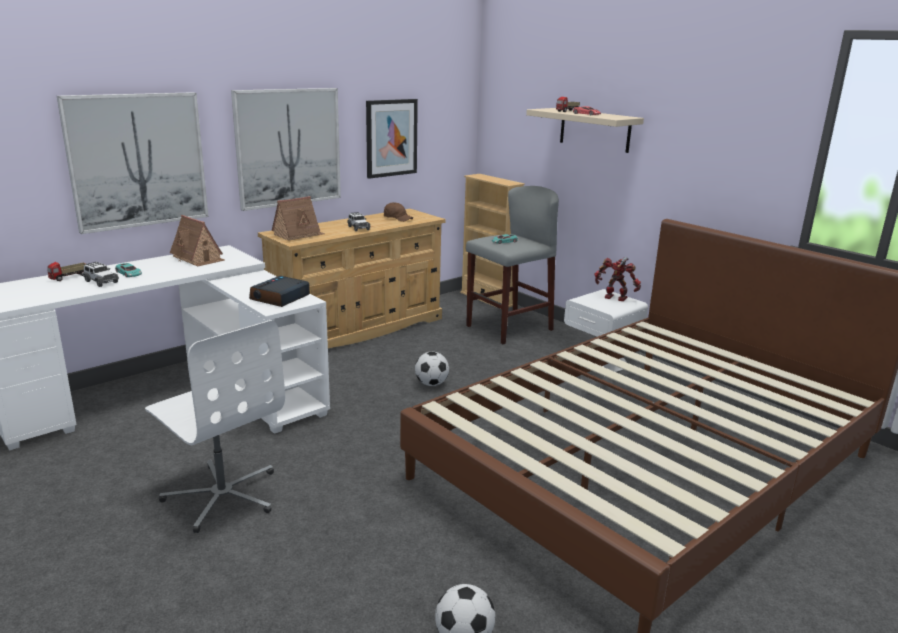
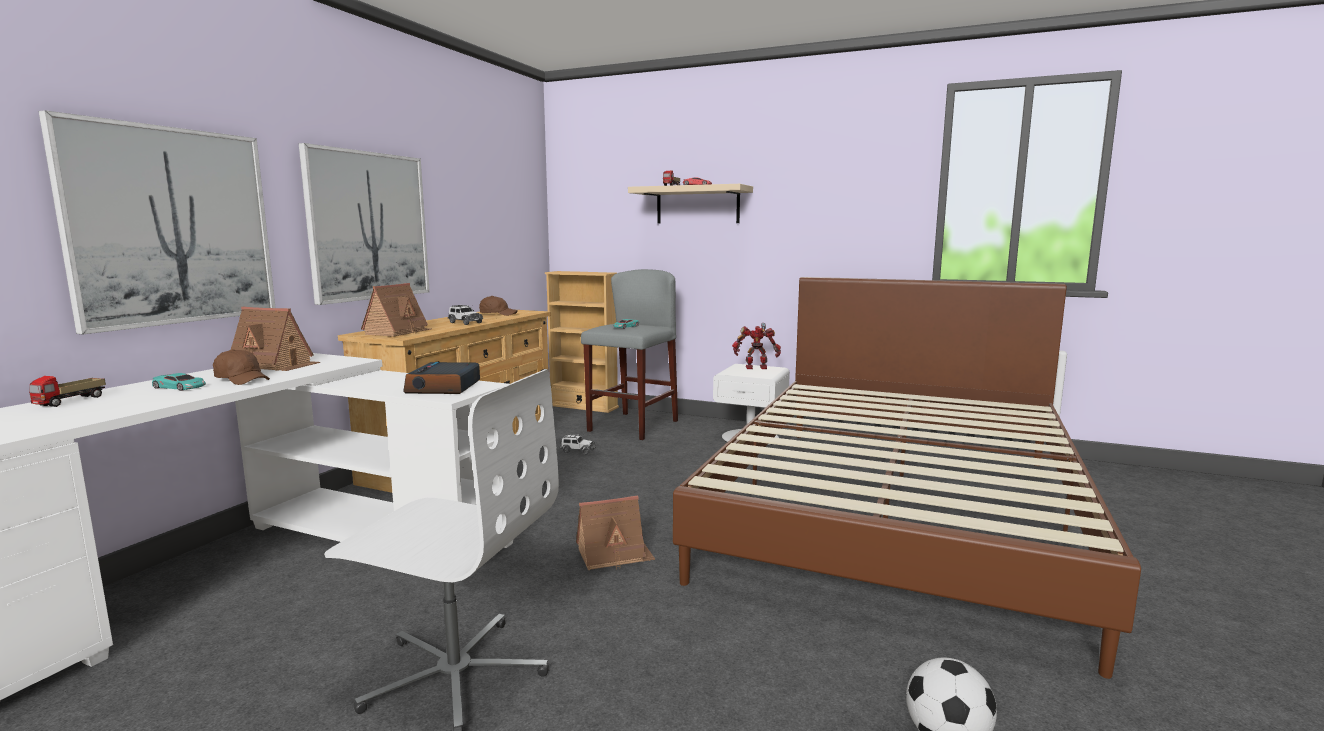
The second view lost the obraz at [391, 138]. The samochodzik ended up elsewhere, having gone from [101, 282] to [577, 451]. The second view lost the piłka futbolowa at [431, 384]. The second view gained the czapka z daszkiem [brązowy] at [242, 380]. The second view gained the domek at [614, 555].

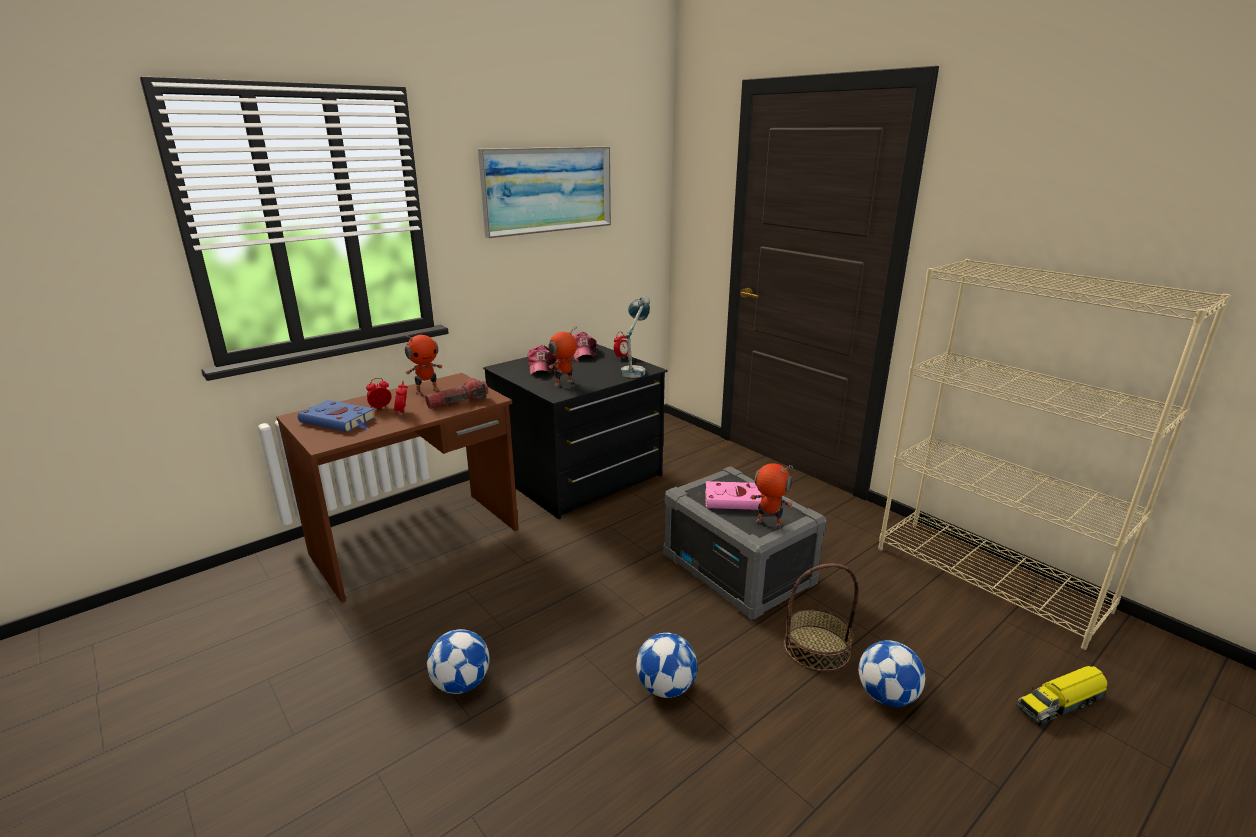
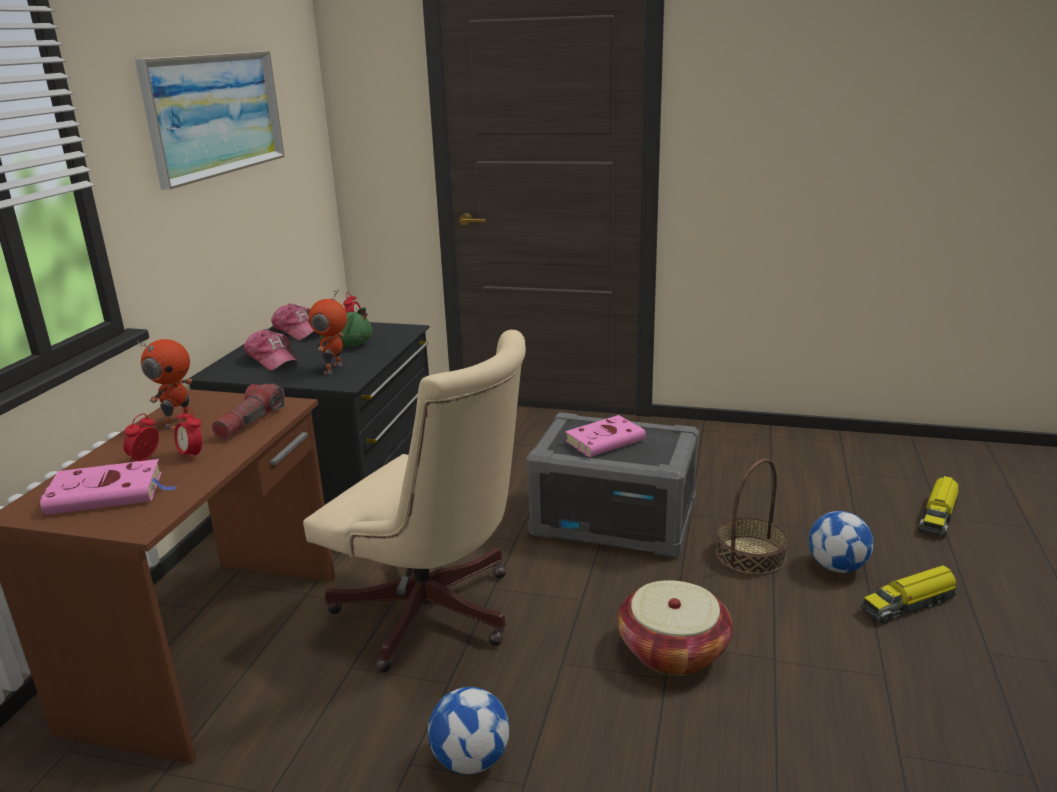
The second view lost the regał [beżowy] at [989, 579]. The second view lost the lampa stołowa at [635, 370]. What was the książka [niebieski] at [339, 421] turned into the książka [różowy] at [109, 493]. The second view lost the robot zabawkowy at [768, 524]. Where the piłka futbolowa stood at [666, 687], the koszyk came to stand at [673, 650]. The second view gained the pluszak [zielony] at [351, 344]. The second view gained the krzesło biurowe [beżowy] at [435, 616]. The second view gained the ciężarówka zabawkowa at [908, 604].

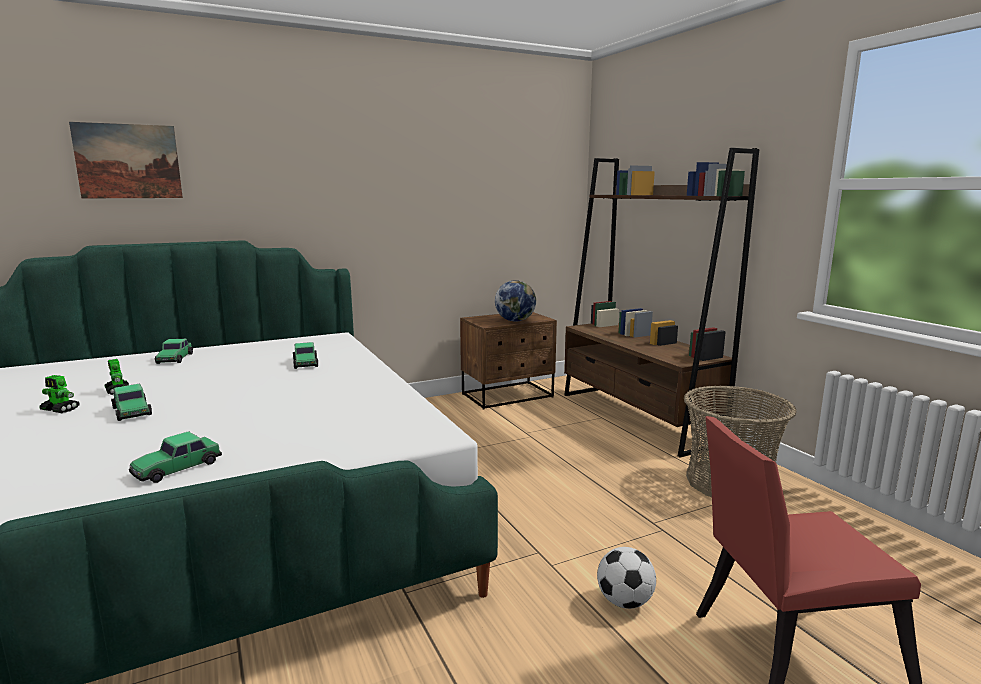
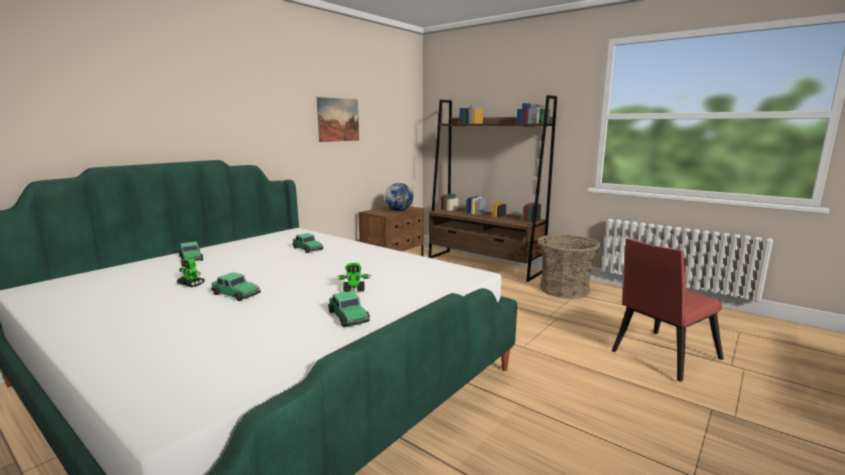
The obraz ended up elsewhere, having gone from [128, 161] to [338, 120]. The robot zabawkowy ended up elsewhere, having gone from [60, 410] to [354, 290]. The samochodzik at [177, 468] ended up facing another way, 45 degrees counterclockwise from before. The second view lost the piłka futbolowa at [625, 602].

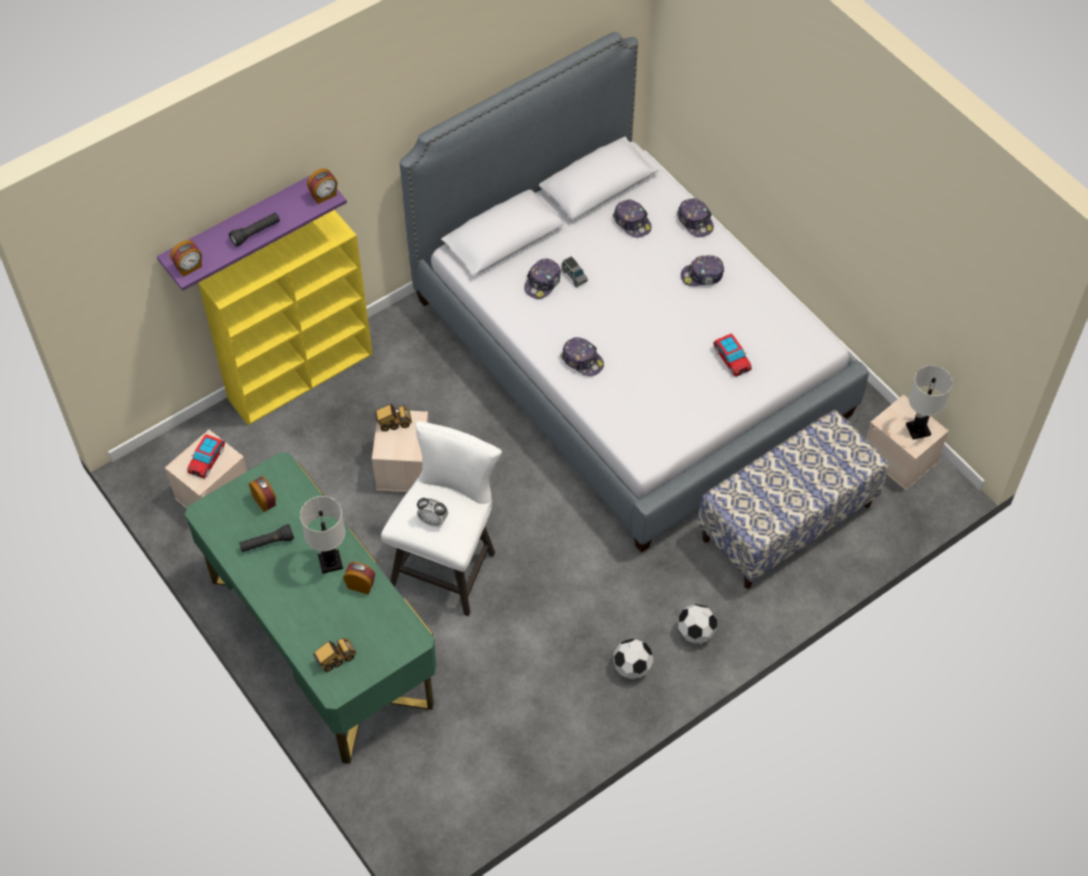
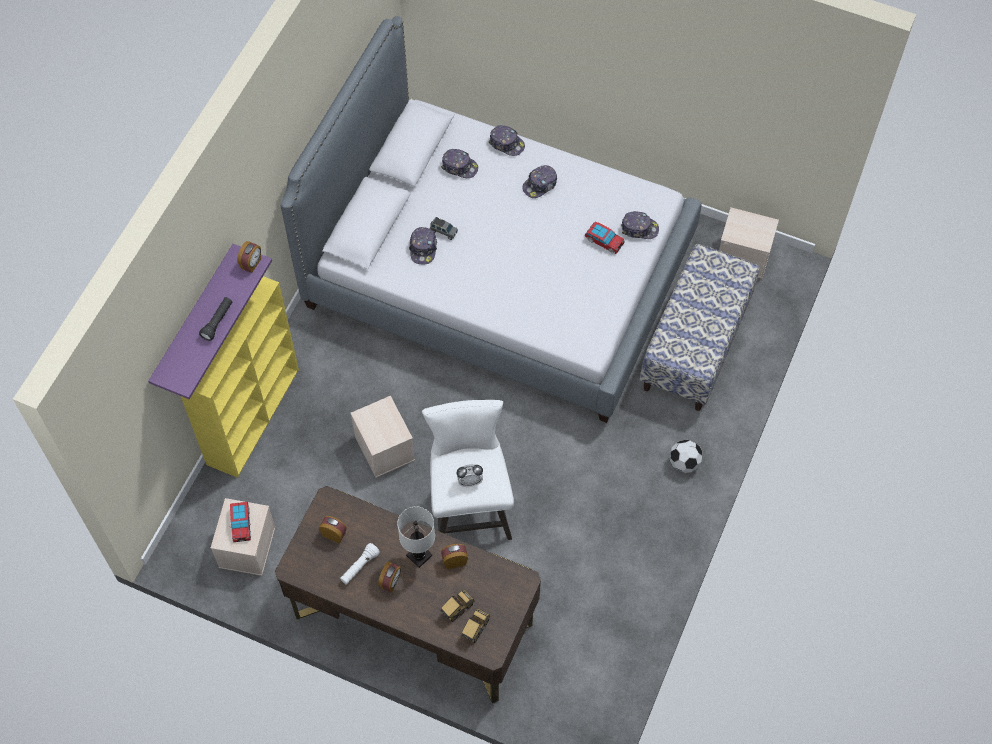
The budzik ended up elsewhere, having gone from [189, 267] to [390, 582]. The czapka z daszkiem ended up elsewhere, having gone from [582, 360] to [639, 228]. The second view lost the lampa stołowa [biały] at [918, 430]. The ciężarówka zabawkowa ended up elsewhere, having gone from [393, 423] to [457, 609]. What was the biurko [zielony] at [321, 641] turned into the biurko [brązowy] at [413, 619]. What was the latarka [czarny] at [267, 543] turned into the latarka [biały] at [359, 567]. The second view lost the piłka futbolowa at [632, 667].

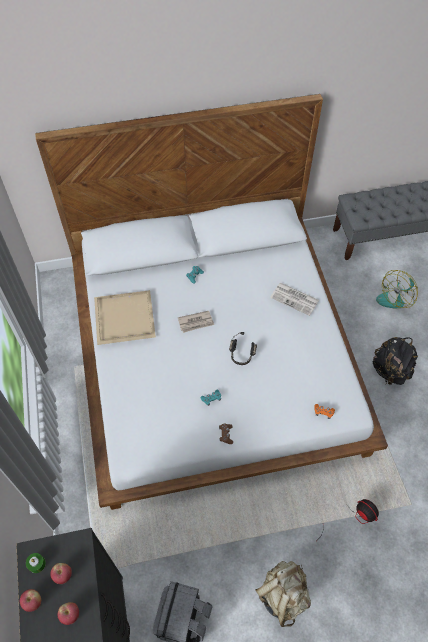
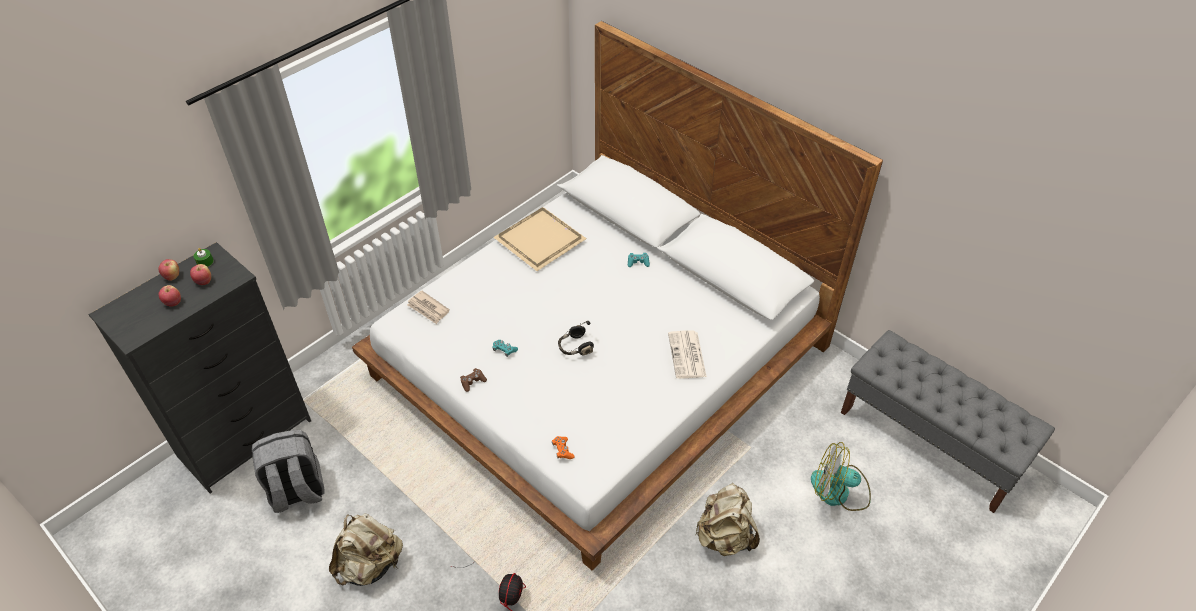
The gazeta ended up elsewhere, having gone from [196, 322] to [428, 309]. What was the plecak [czarny] at [390, 370] turned into the plecak [beżowy] at [724, 536].

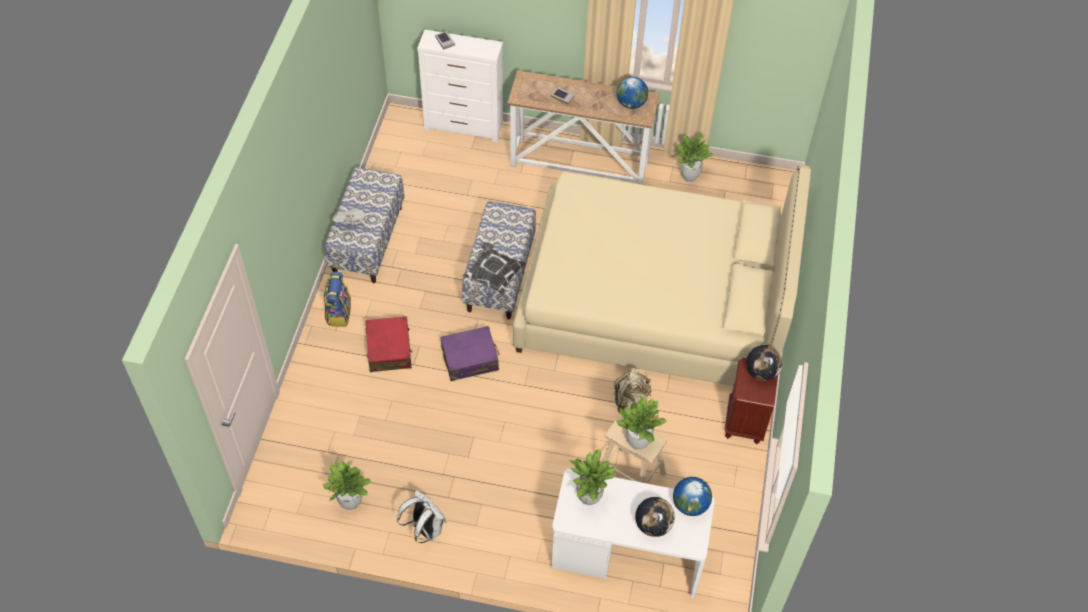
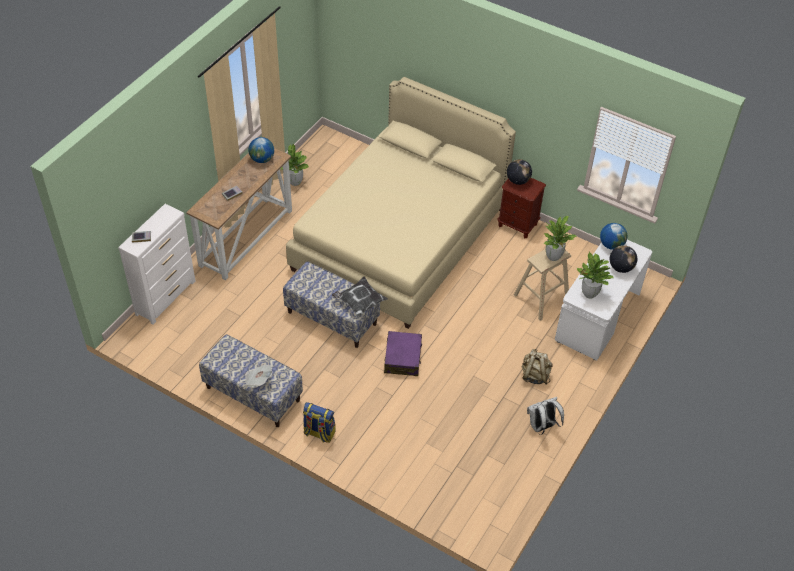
The second view lost the walizka [czerwony] at [389, 349]. The plecak [beżowy] ended up elsewhere, having gone from [630, 401] to [535, 375]. The second view lost the roślina doniczkowa at [350, 502].

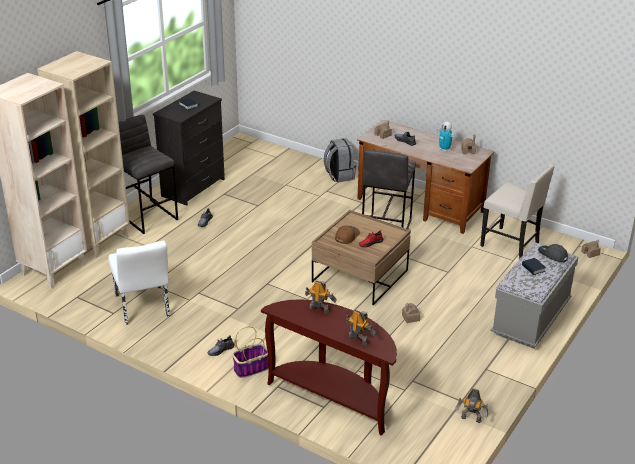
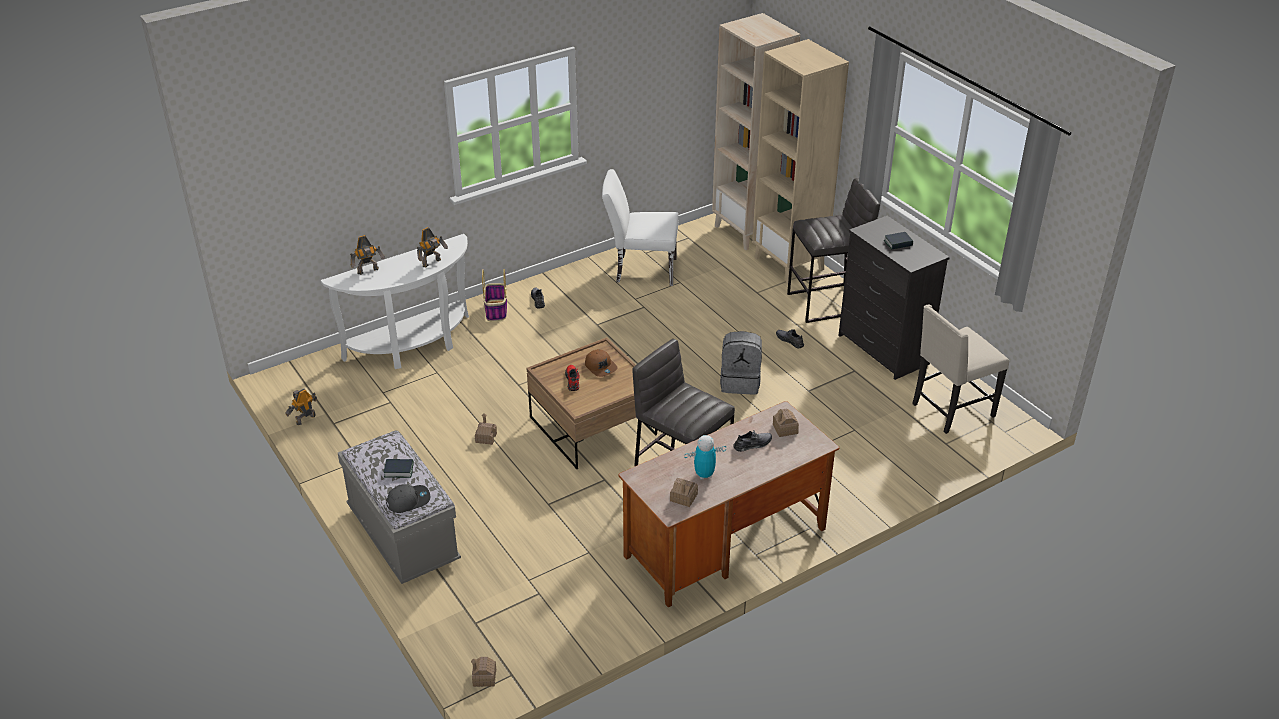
The plecak [szary] ended up elsewhere, having gone from [339, 175] to [740, 382]. The krzesło [beżowy] ended up elsewhere, having gone from [511, 244] to [951, 410]. What was the stolik konsolowy [brązowy] at [333, 398] turned into the stolik konsolowy [biały] at [413, 346].

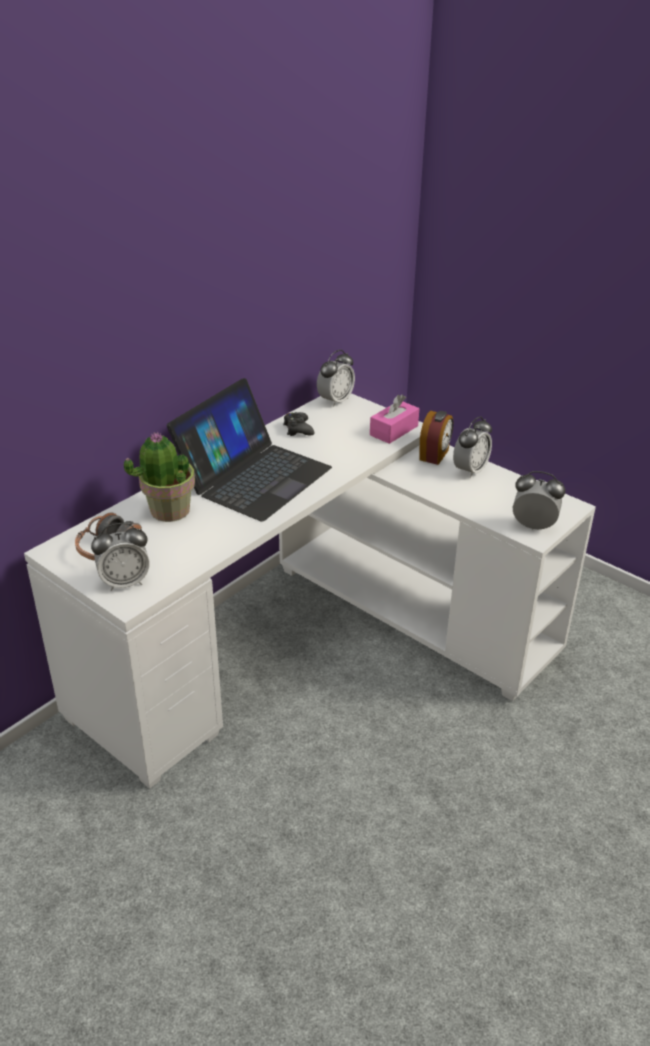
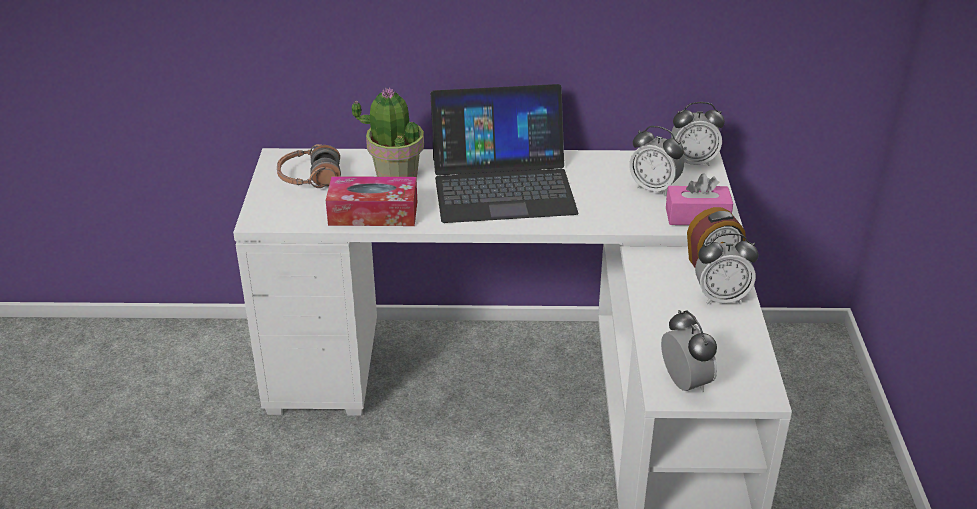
The second view lost the pad do gier [czarny] at [298, 429]. The budzik ended up elsewhere, having gone from [125, 582] to [654, 188]. The second view gained the pudełko chusteczek at [373, 213].

